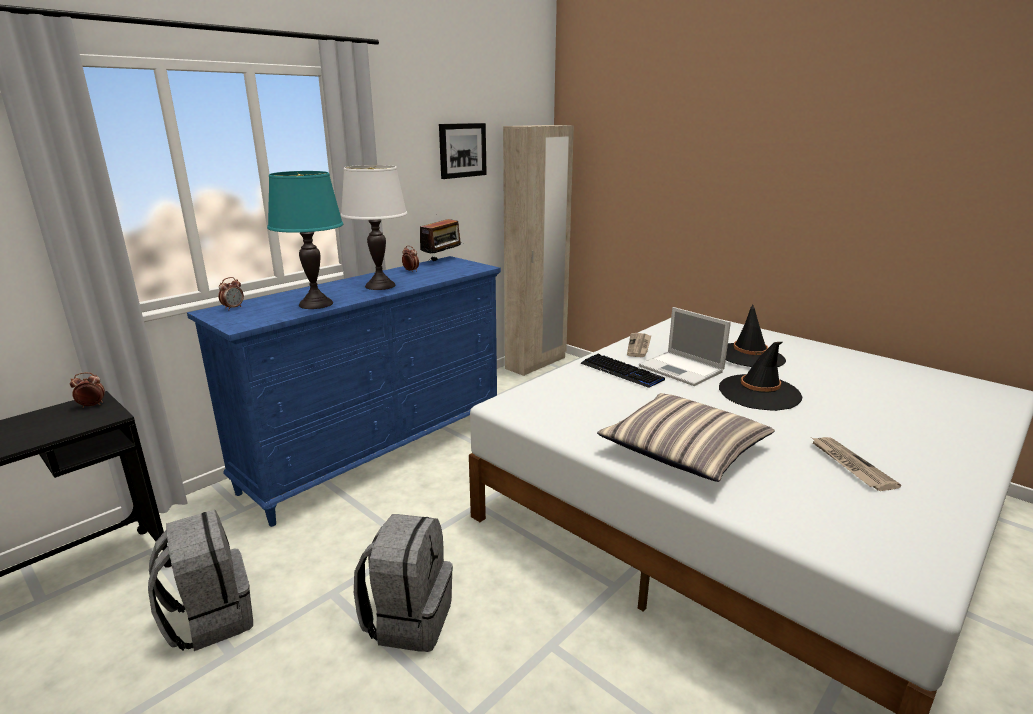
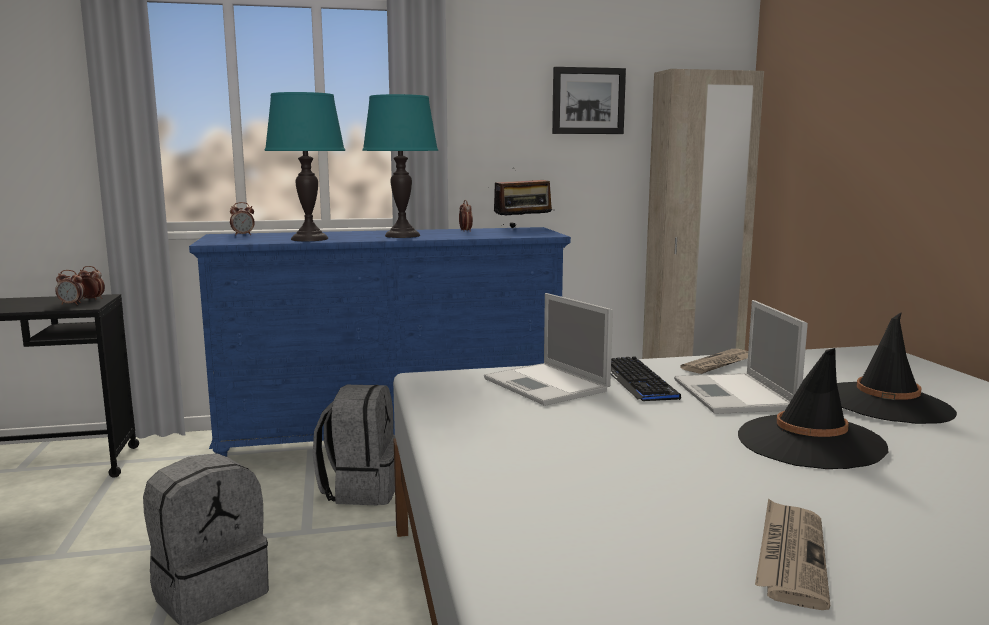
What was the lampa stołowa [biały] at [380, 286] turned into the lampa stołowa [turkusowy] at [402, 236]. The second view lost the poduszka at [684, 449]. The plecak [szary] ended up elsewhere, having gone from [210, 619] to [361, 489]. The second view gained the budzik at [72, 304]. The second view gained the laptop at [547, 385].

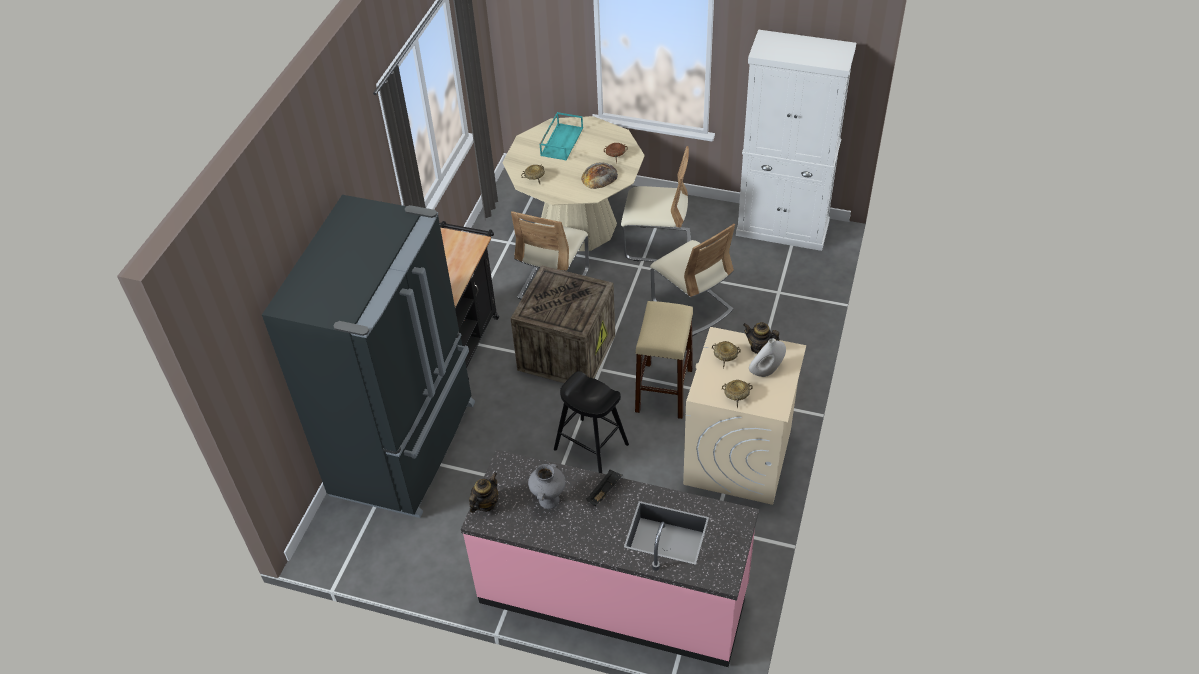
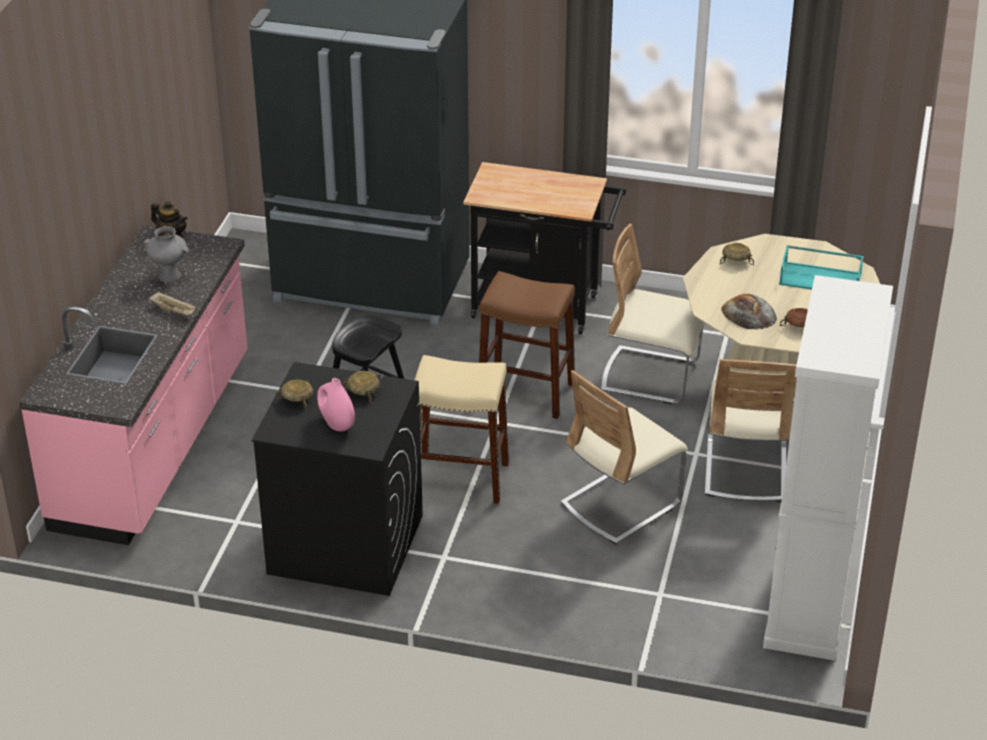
Where the skrzynka stood at [566, 351], the stołek [brązowy] came to stand at [526, 392]. The second view lost the imbryk at [759, 347]. What was the pralka [beżowy] at [738, 457] turned into the pralka [czarny] at [344, 544]. What was the wazon [biały] at [766, 371] turned into the wazon [różowy] at [336, 424]. What was the taca [czarny] at [604, 491] turned into the taca [beżowy] at [174, 311].

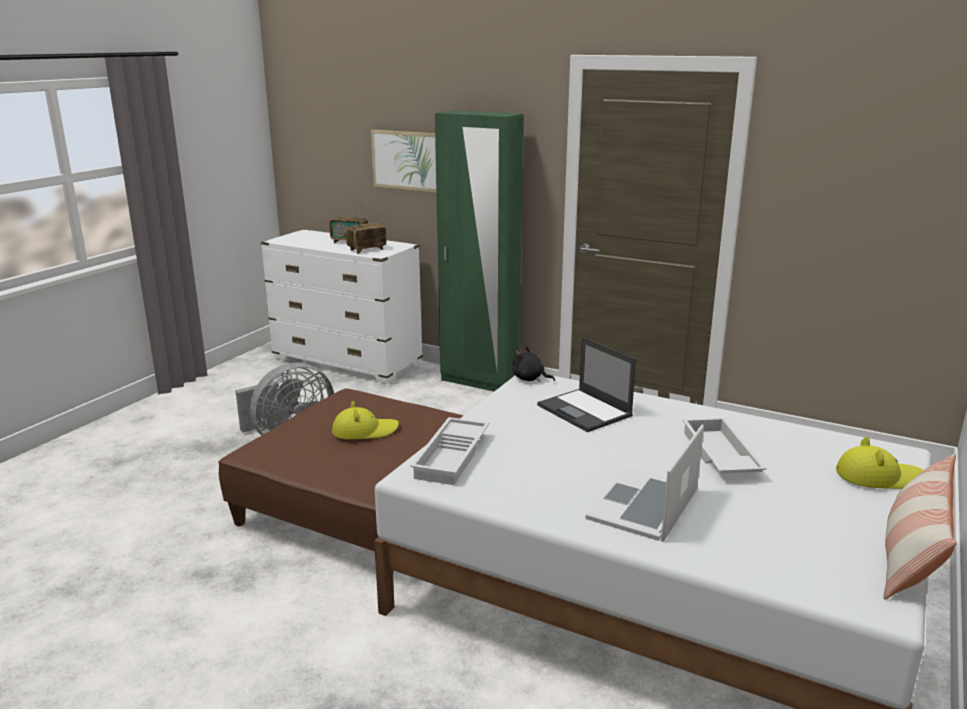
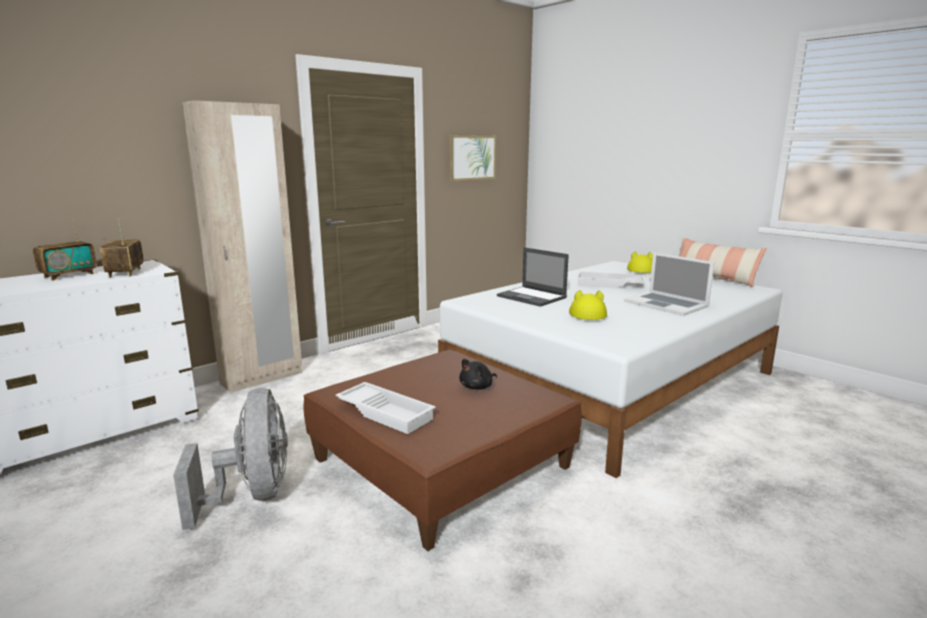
What was the szafa [zielony] at [479, 382] turned into the szafa [beżowy] at [262, 378]. The obraz ended up elsewhere, having gone from [407, 160] to [472, 157]. The laptop at [585, 411] ended up facing another way, 60 degrees clockwise from before. The pluszak [czarny] ended up elsewhere, having gone from [529, 379] to [477, 387]. The kapelusz [żółty] ended up elsewhere, having gone from [364, 431] to [586, 313]. The taca [biały] ended up elsewhere, having gone from [453, 457] to [386, 412].

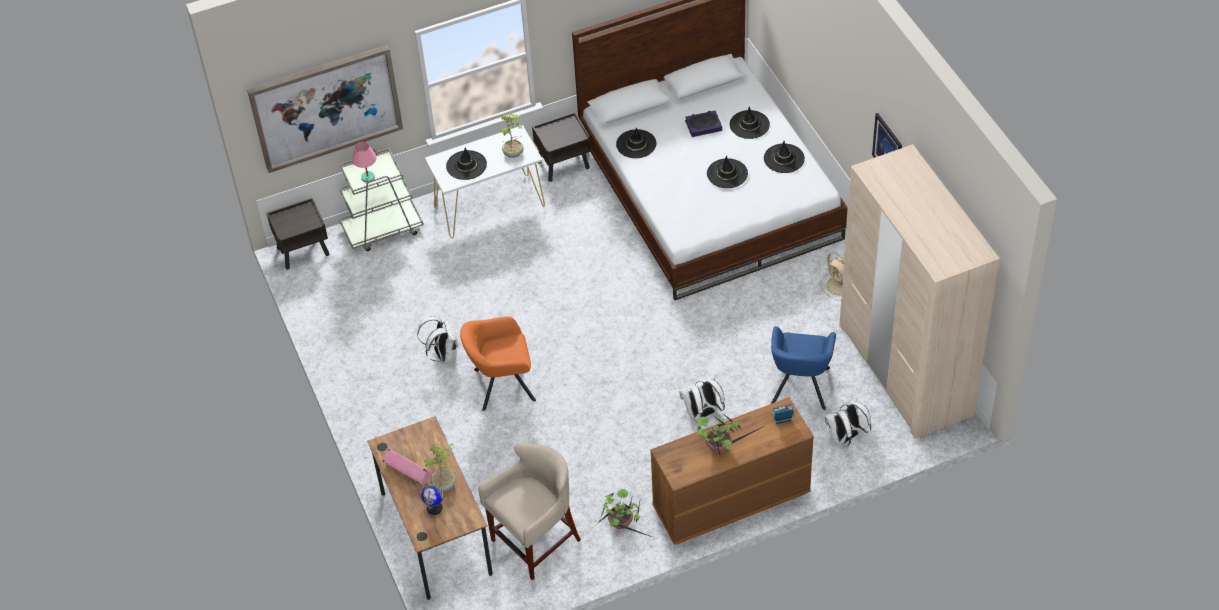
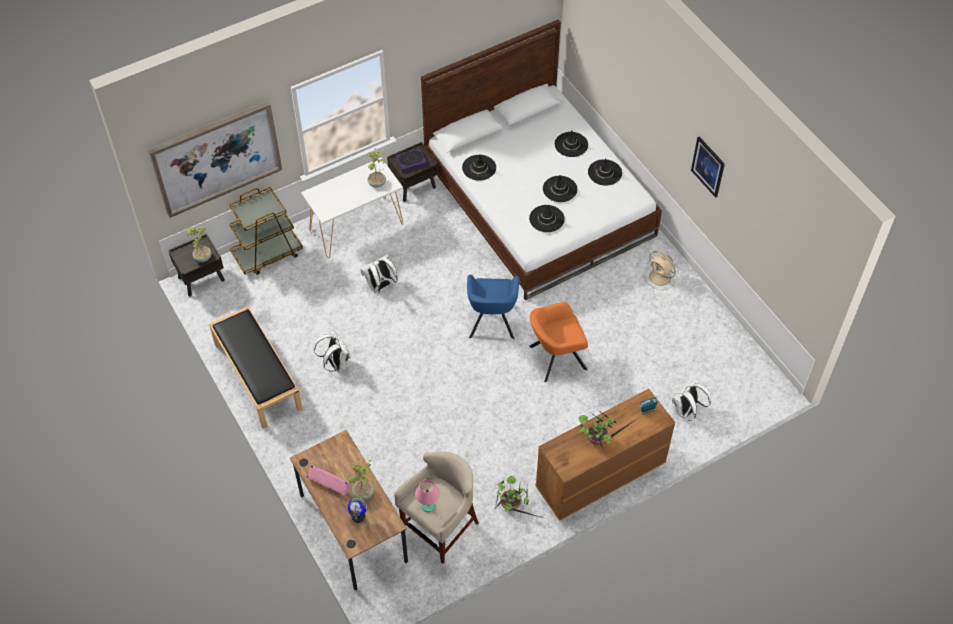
The książka ended up elsewhere, having gone from [703, 125] to [411, 161]. The lampa stołowa [różowy] ended up elsewhere, having gone from [367, 177] to [428, 506]. The second view lost the szafa [beżowy] at [905, 370]. What was the wózek [szary] at [382, 229] turned into the wózek [brązowy] at [267, 254]. The kapelusz [czarny] ended up elsewhere, having gone from [466, 165] to [546, 219]. The fotel [pomarańczowy] ended up elsewhere, having gone from [501, 385] to [555, 358]. The fotel [niebieski] ended up elsewhere, having gone from [800, 388] to [492, 322]. The plecak [biały] ended up elsewhere, having gone from [702, 414] to [380, 286]. The second view gained the roślina doniczkowa at [202, 257]. The second view gained the ławka [czarny] at [257, 376].

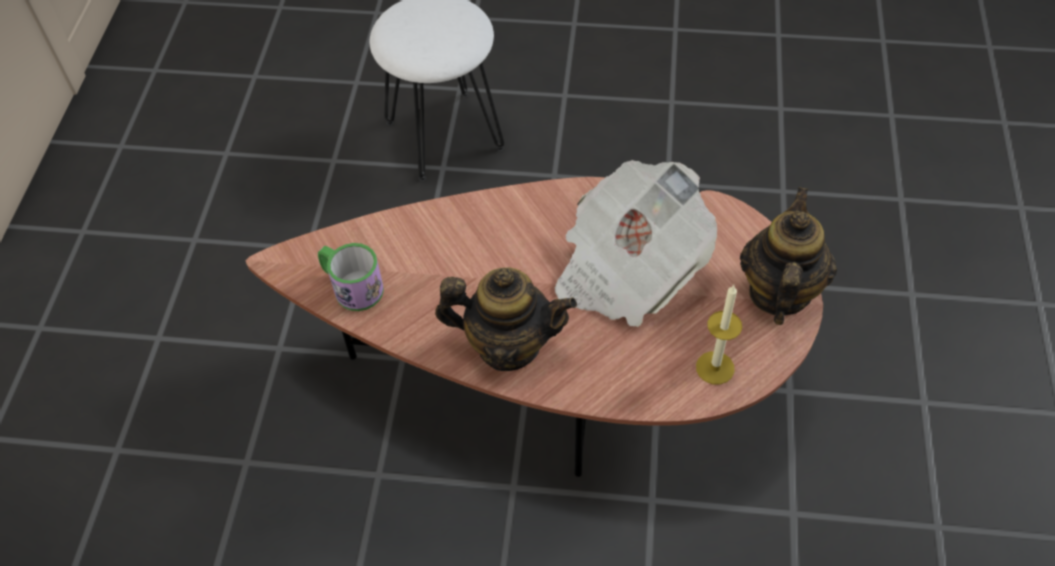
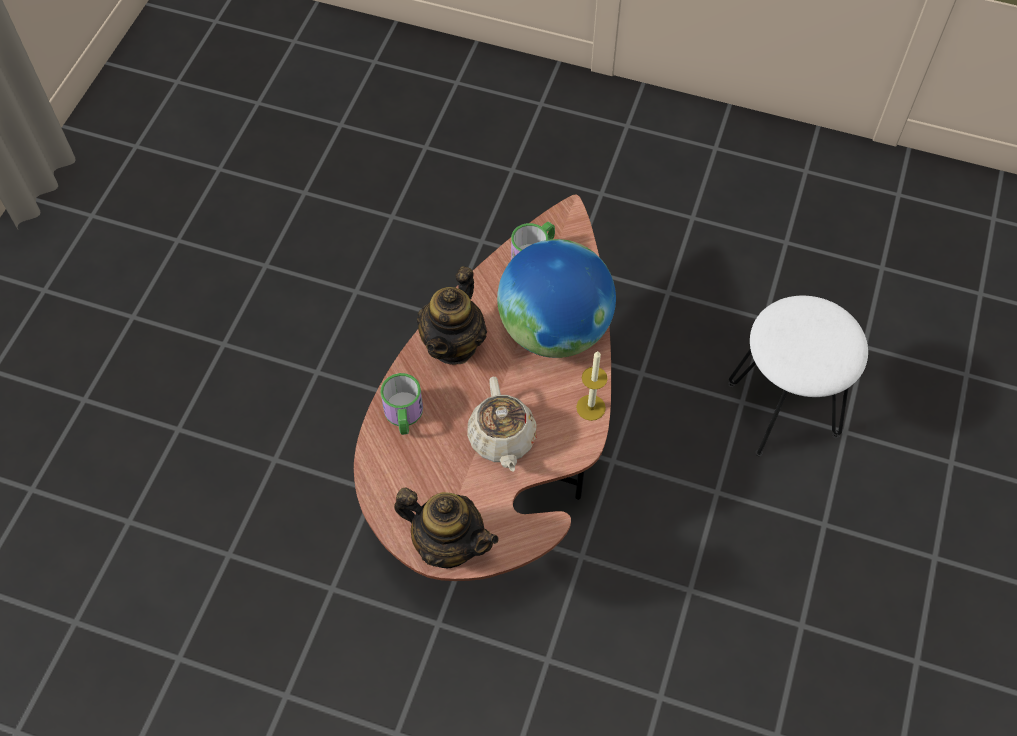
Where the gazeta stood at [628, 268], the imbryk [beżowy] came to stand at [502, 439]. The świeca ended up elsewhere, having gone from [715, 368] to [590, 407]. The second view gained the globus at [554, 330]. The second view gained the kubek at [403, 416].

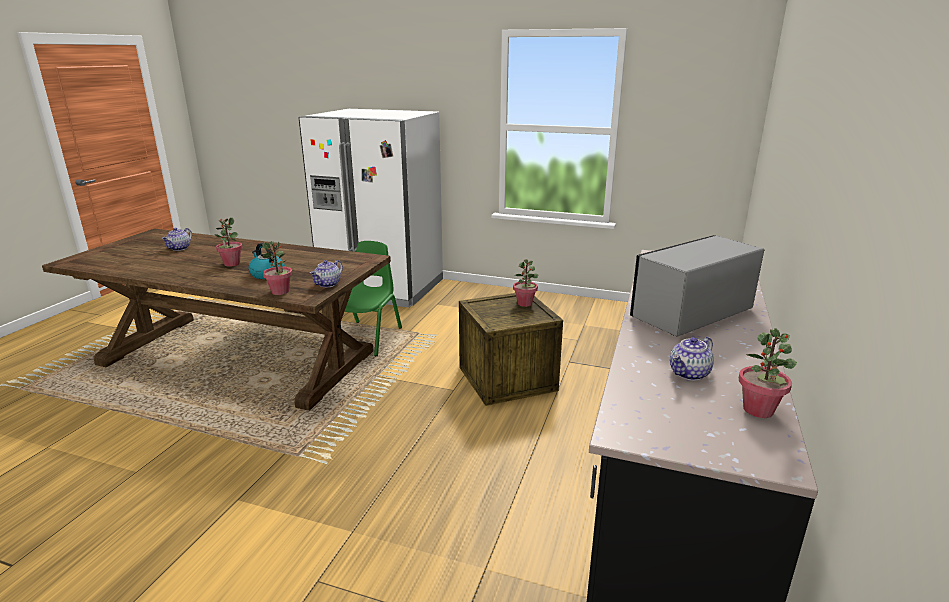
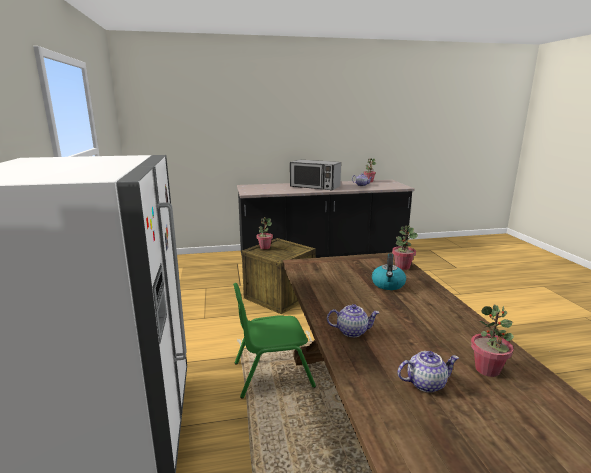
The roślina doniczkowa ended up elsewhere, having gone from [232, 264] to [487, 369]. The imbryk ended up elsewhere, having gone from [328, 284] to [352, 331].

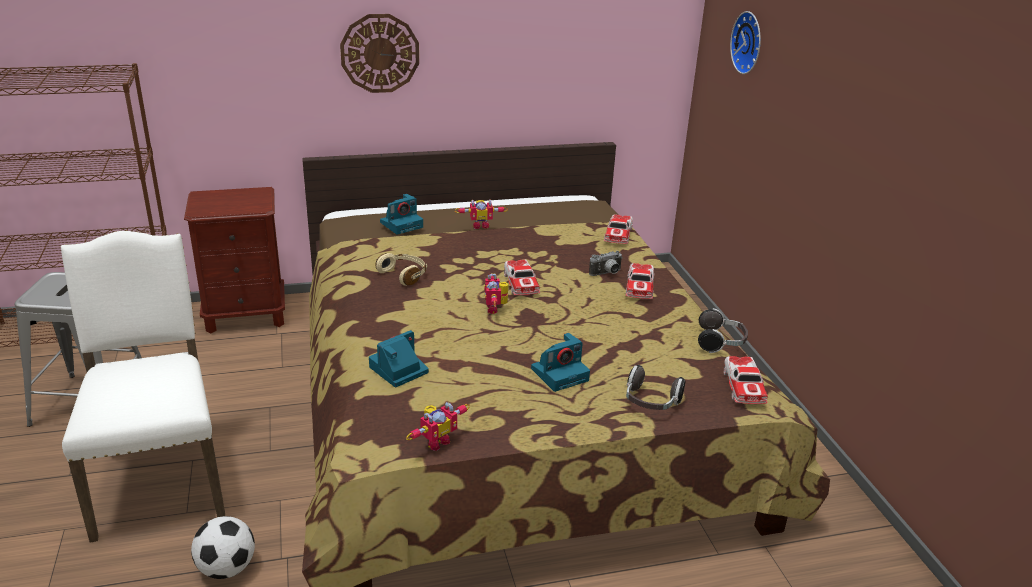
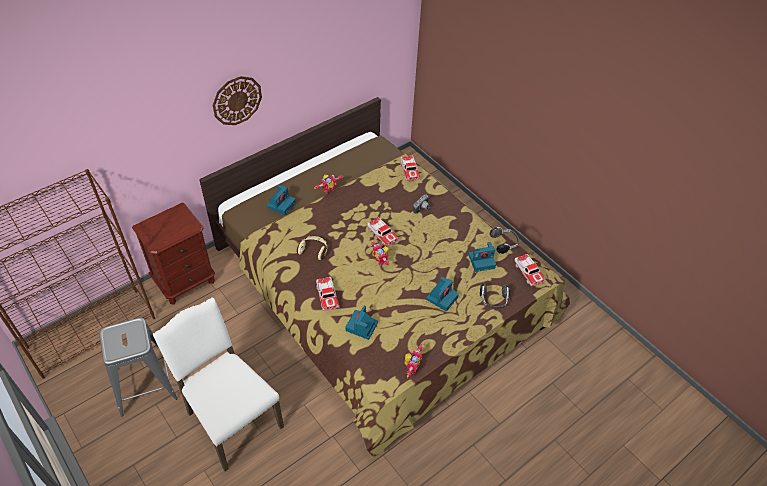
The second view lost the zegar ścienny at [749, 42]. The samochodzik ended up elsewhere, having gone from [639, 287] to [327, 296]. The second view lost the piłka futbolowa at [227, 568]. The second view gained the aparat fotograficzny at [482, 261].

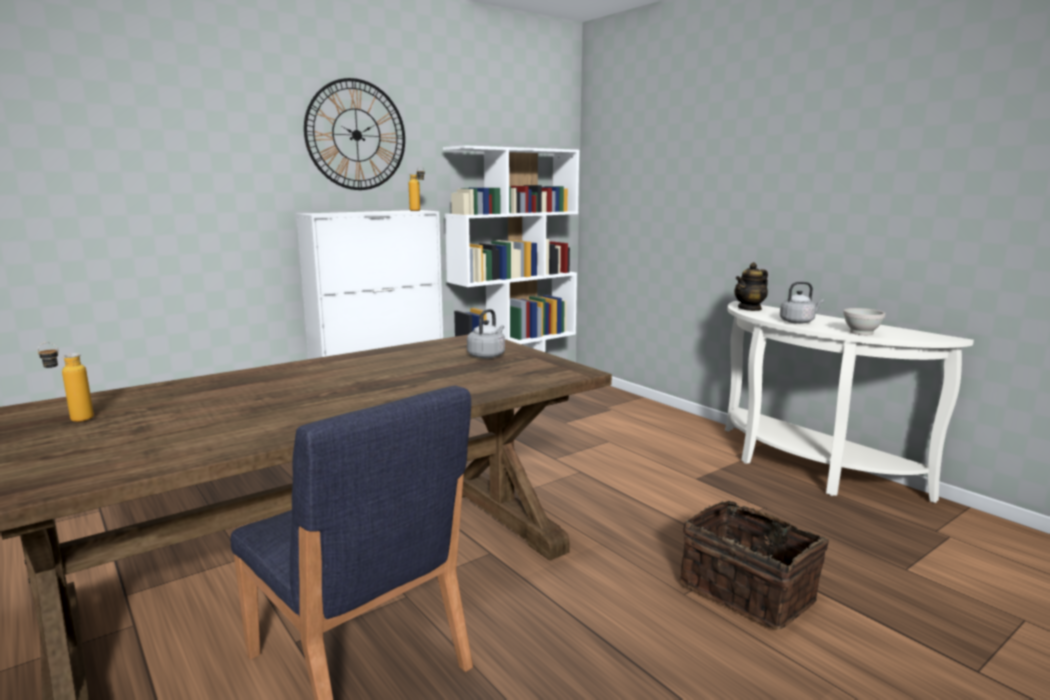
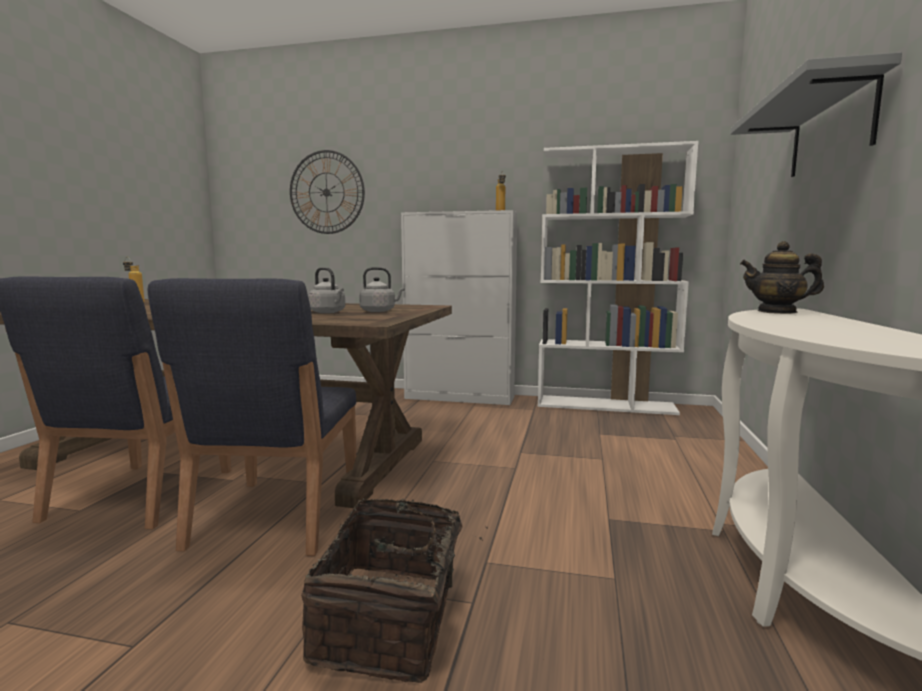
The zegar ścienny ended up elsewhere, having gone from [356, 135] to [326, 192]. The czajnik [szary] ended up elsewhere, having gone from [798, 322] to [328, 312]. The second view lost the miska [biały] at [861, 333]. The second view gained the półka [szary] at [831, 129]. The second view gained the krzesło [niebieski] at [275, 516].

